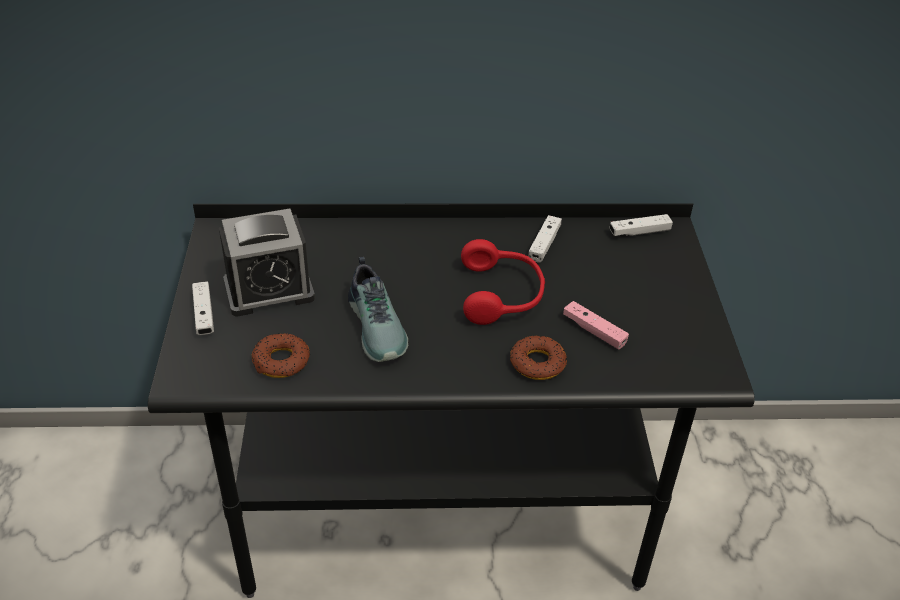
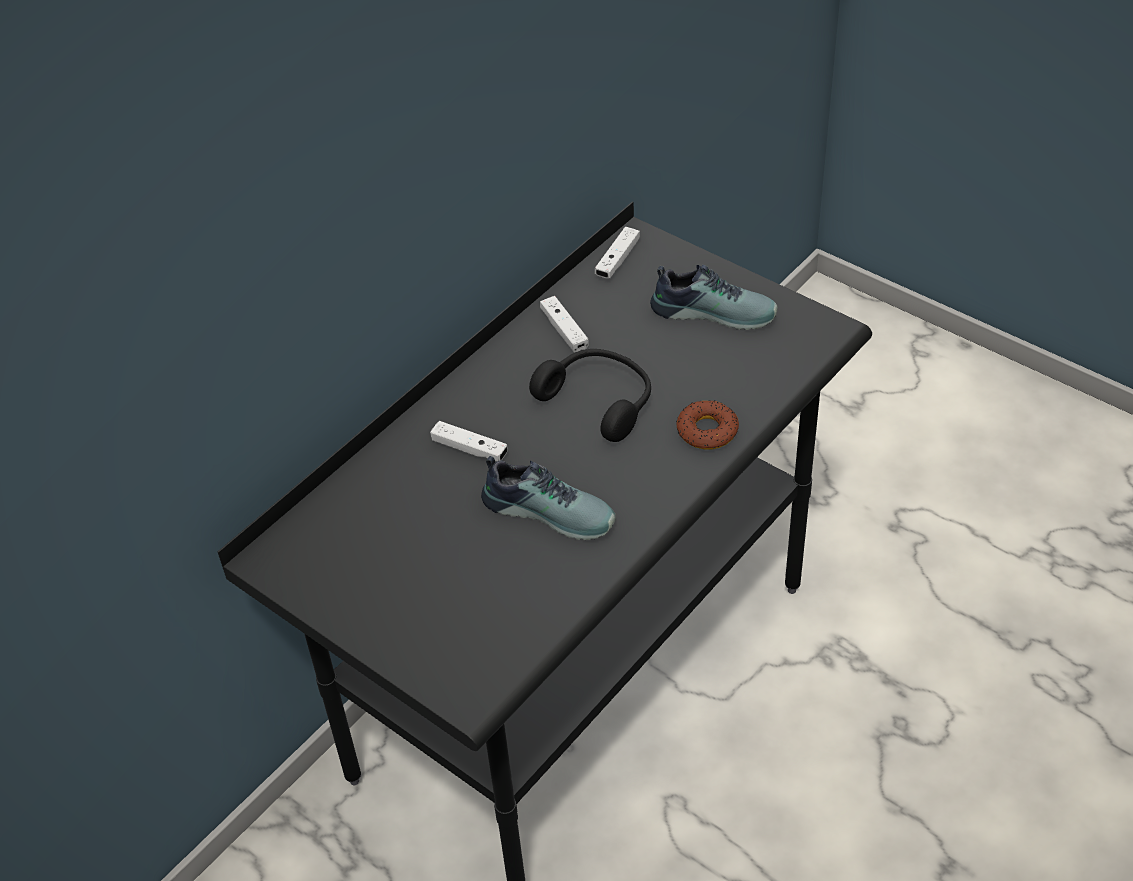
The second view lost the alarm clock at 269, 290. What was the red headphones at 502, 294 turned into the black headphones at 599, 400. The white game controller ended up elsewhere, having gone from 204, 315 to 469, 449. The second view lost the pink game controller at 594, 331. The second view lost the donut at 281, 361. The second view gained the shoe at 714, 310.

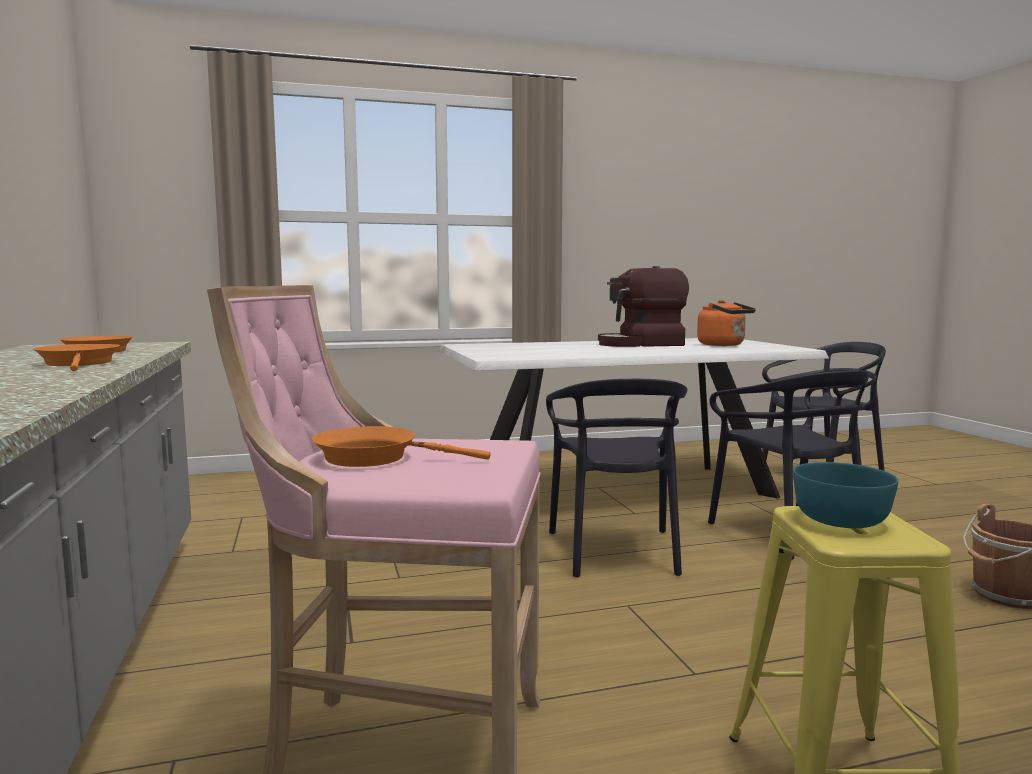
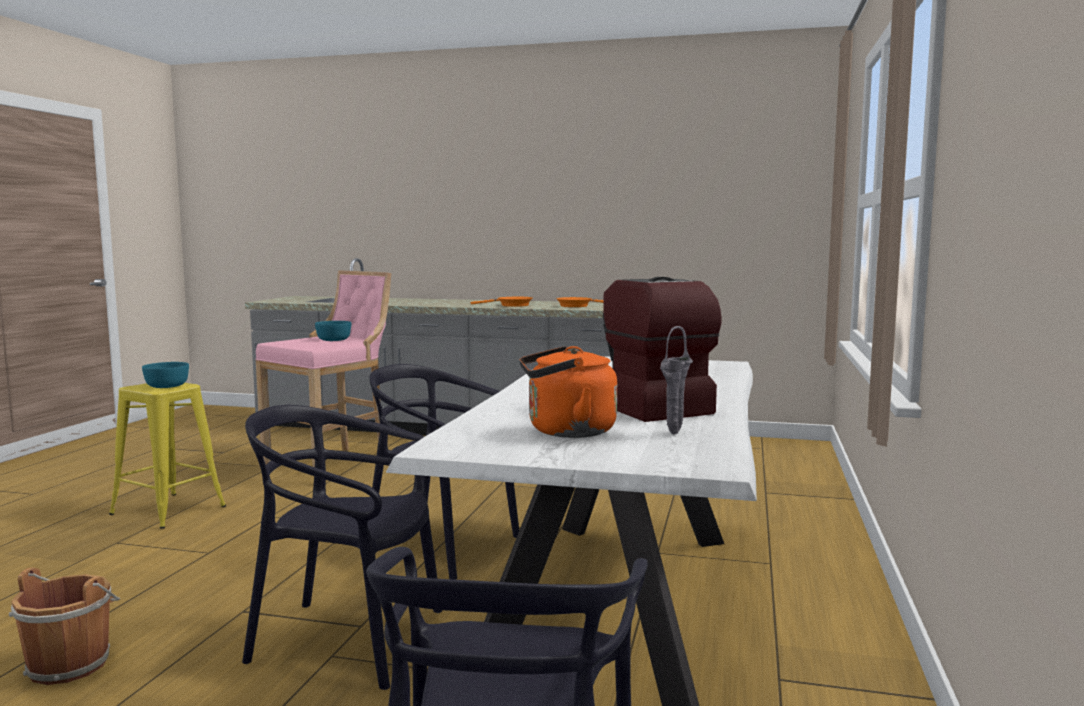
The coffee machine at 641, 344 ended up facing another way, 45 degrees counterclockwise from before. Where the orange frying pan stood at 375, 458, the turquoise bowl came to stand at 334, 339. The second view gained the grey vase at 673, 434.

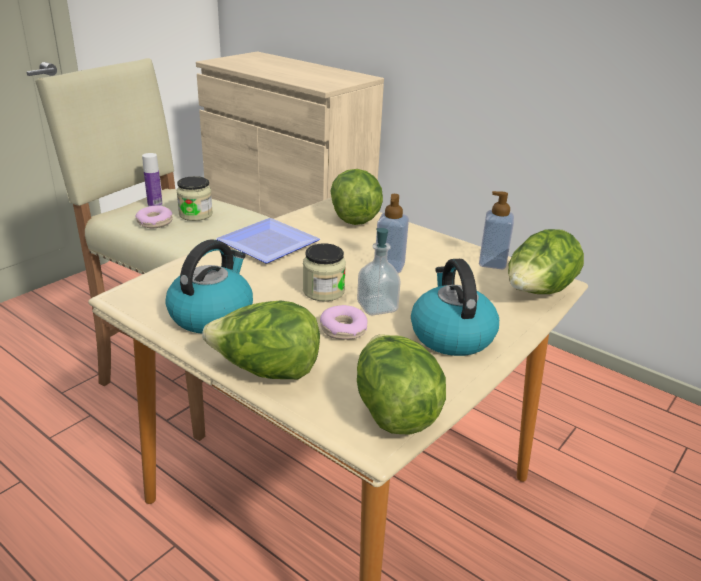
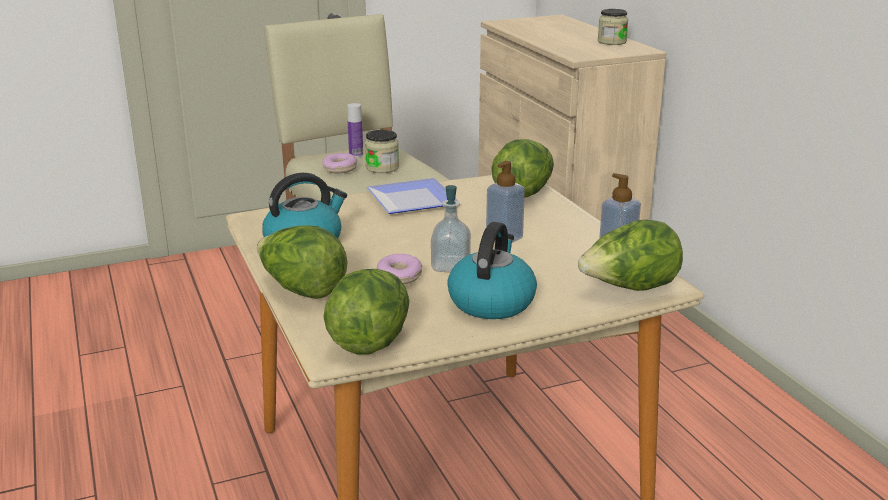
The jar ended up elsewhere, having gone from 323, 291 to 611, 42.

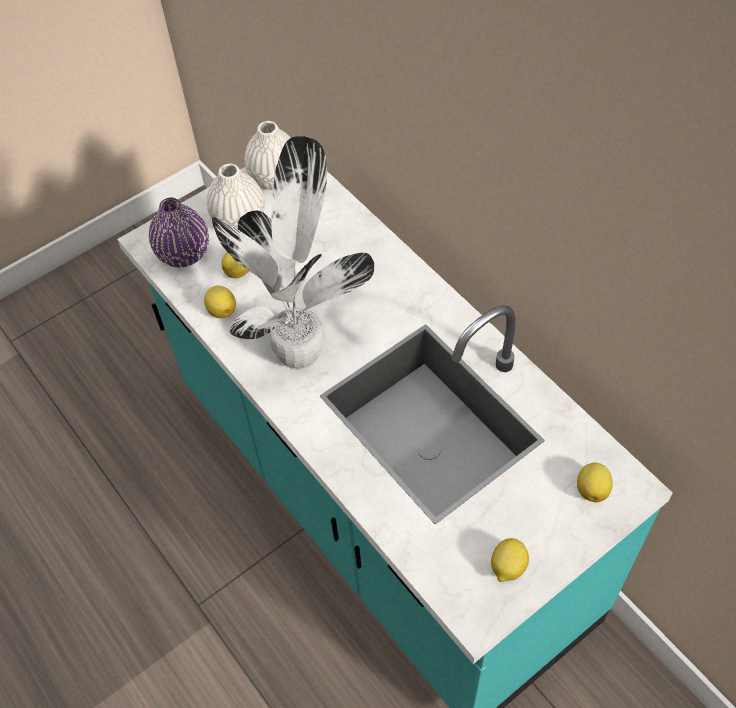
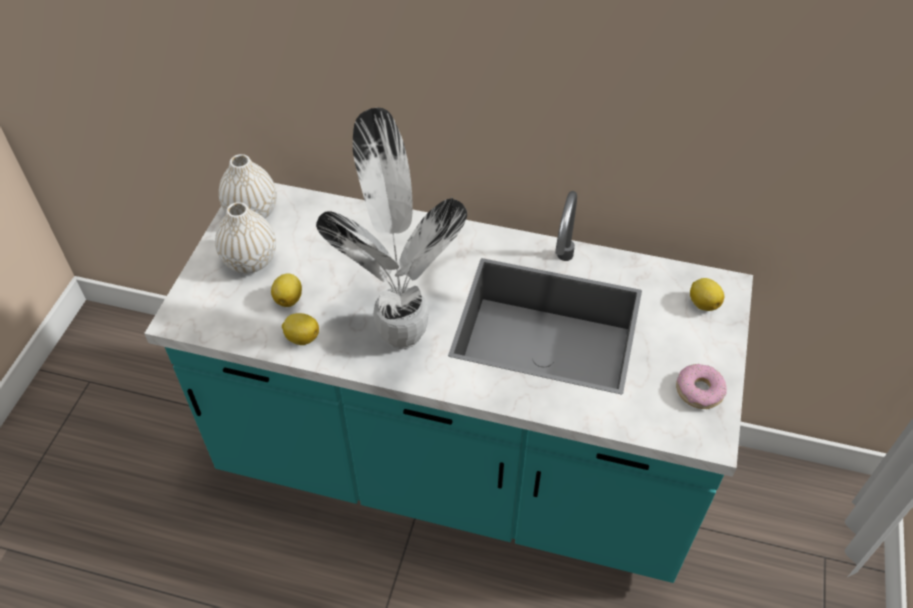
The second view lost the purple vase at 184, 254. Where the lemon stood at 507, 567, the donut came to stand at 699, 391.

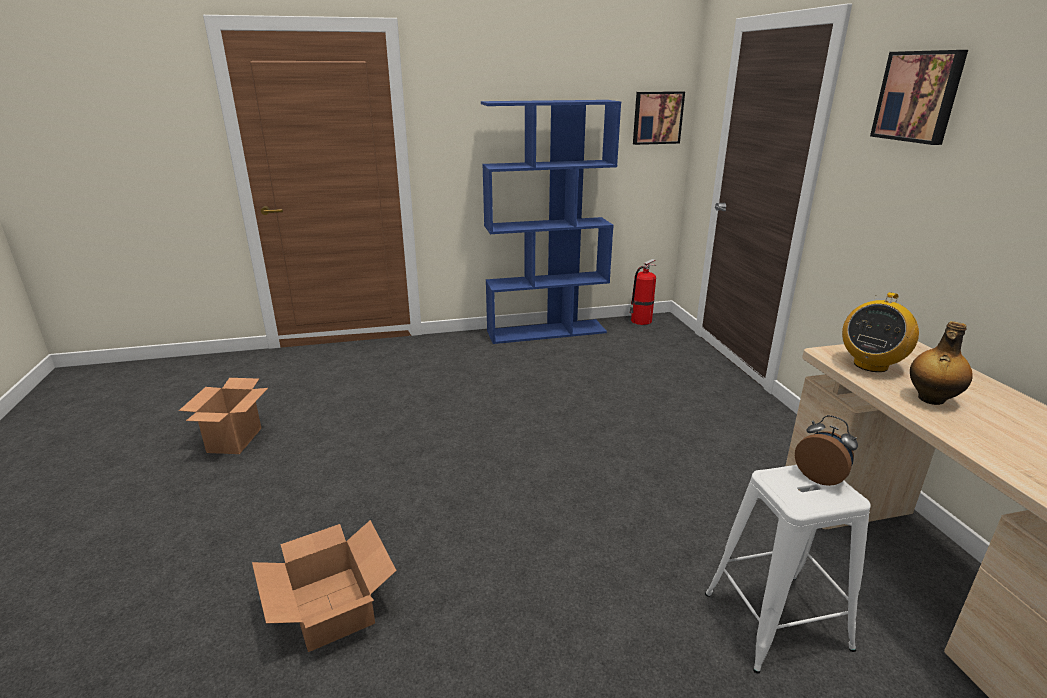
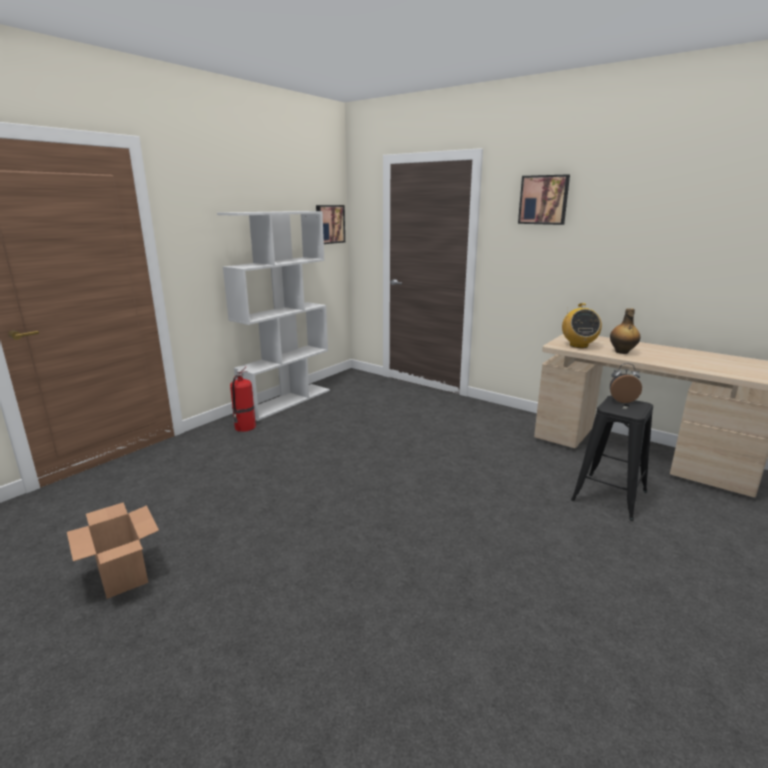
What was the blue bookcase at 547, 331 turned into the white bookcase at 286, 401. The fire extinguisher ended up elsewhere, having gone from 640, 321 to 244, 427. What was the white stool at 776, 621 turned into the black stool at 609, 496. The second view lost the cardboard box at 332, 606.

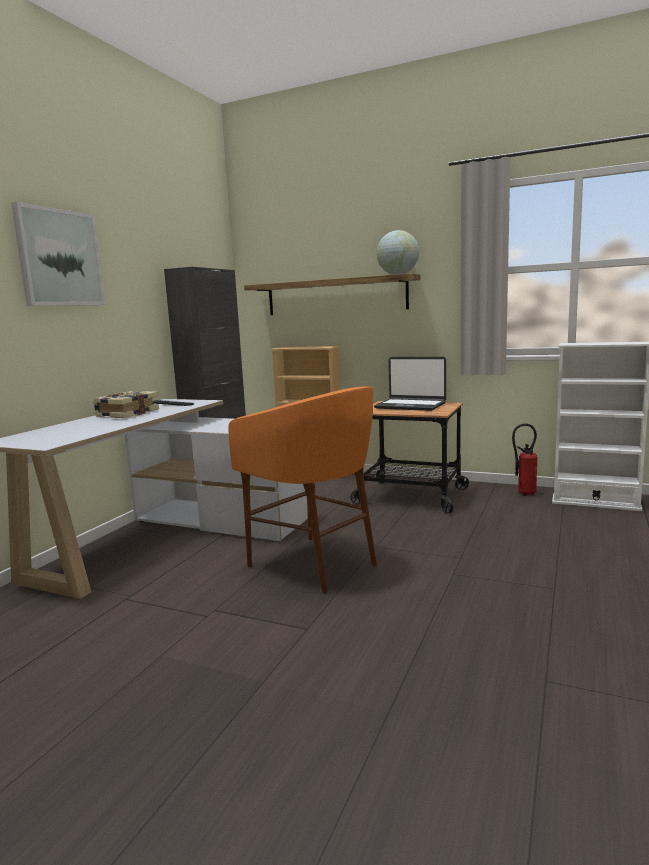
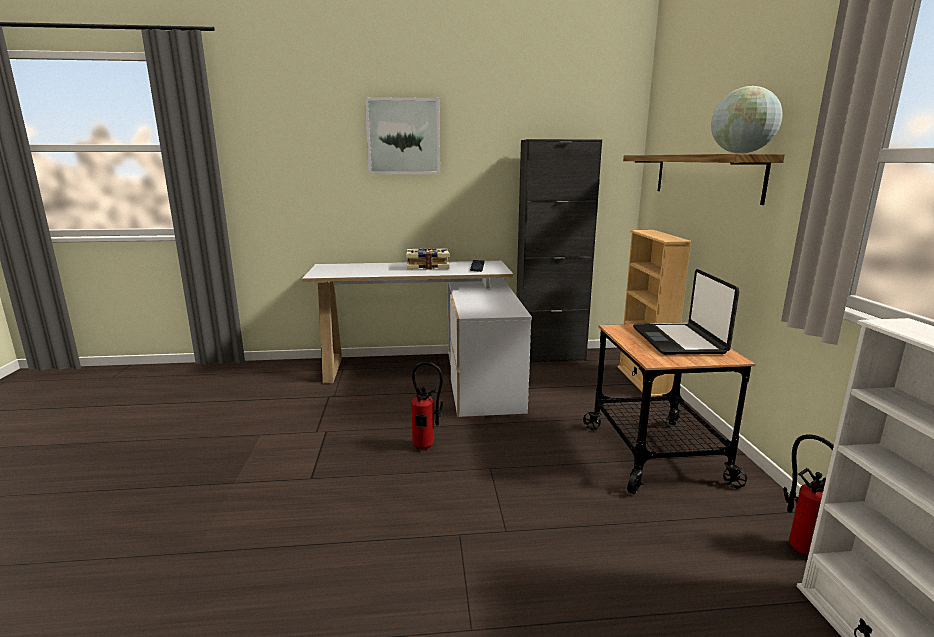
Where the orange stool stood at 314, 564, the fire extinguisher came to stand at 426, 447.

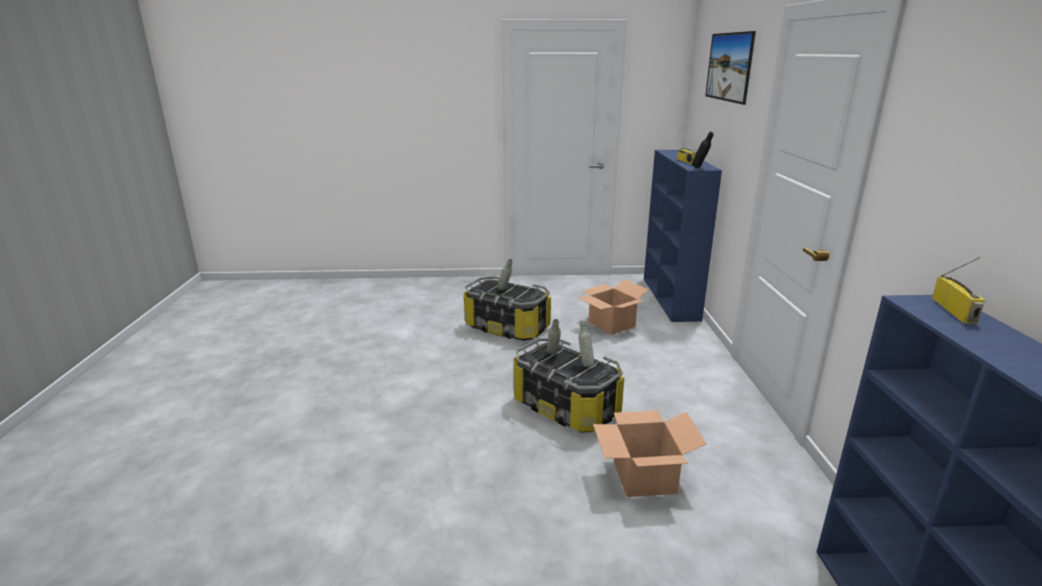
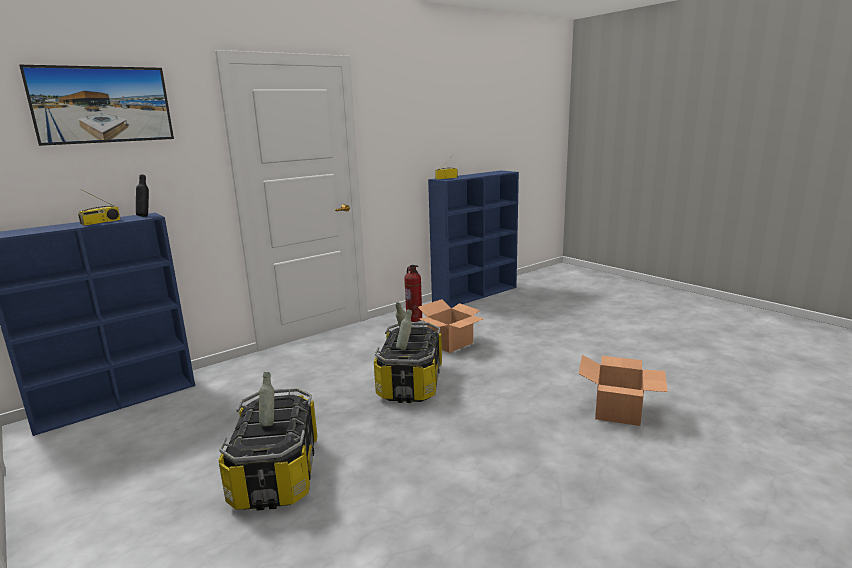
The cardboard box ended up elsewhere, having gone from 612, 324 to 617, 410. The second view gained the fire extinguisher at 414, 319.

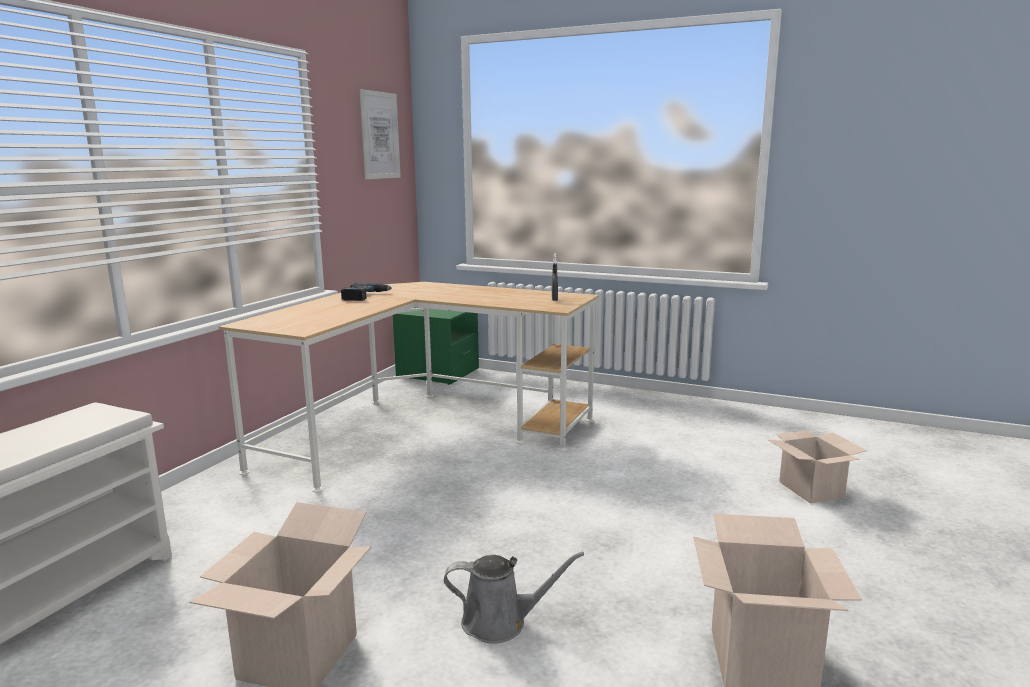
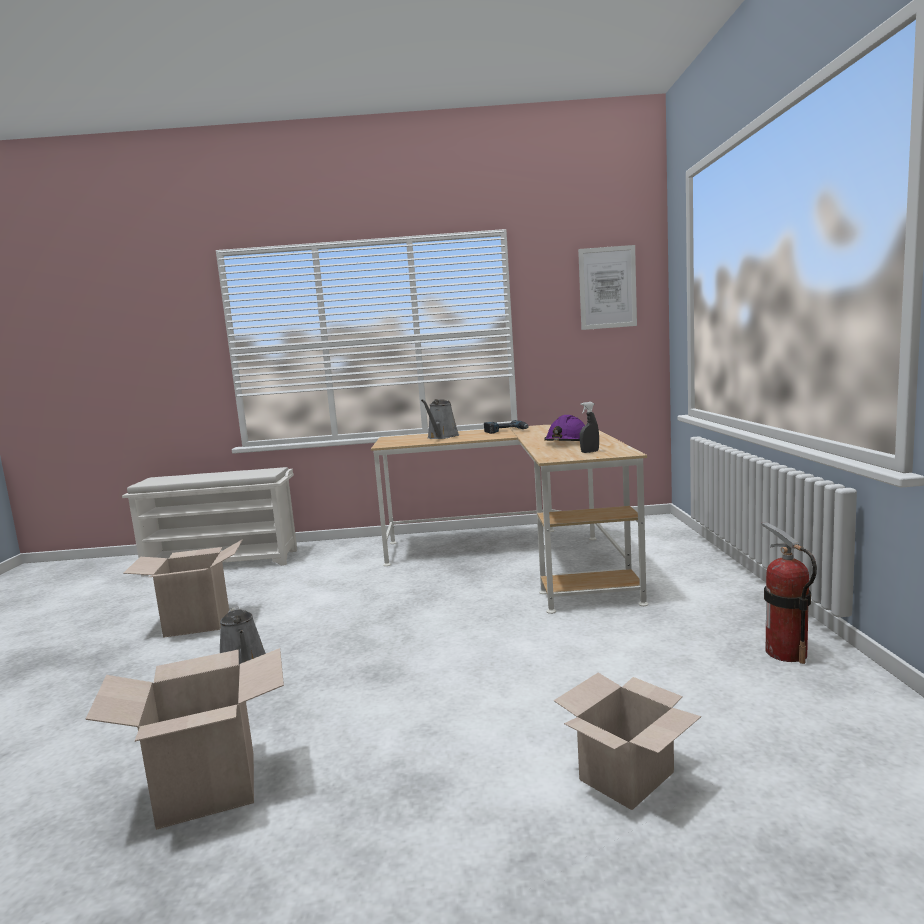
The second view lost the green nightstand at 437, 373. The second view gained the grey watering can at 441, 437. The second view gained the purple hard hat at 567, 442. The second view gained the fire extinguisher at 786, 653.

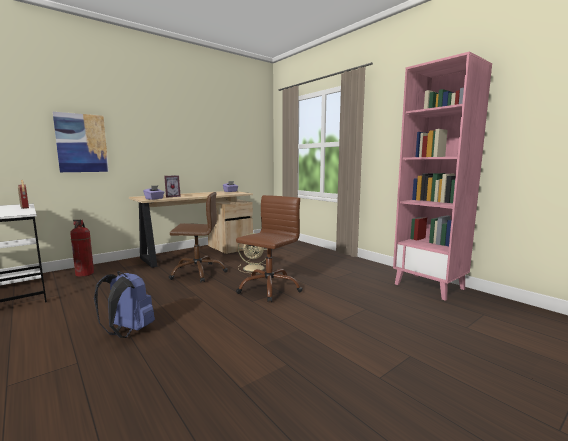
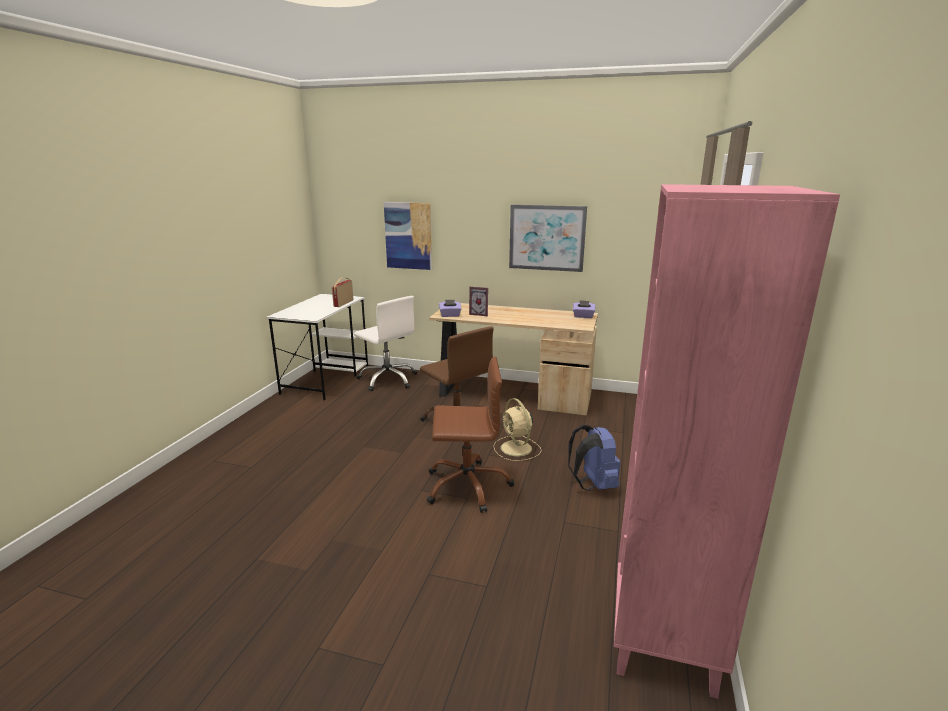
Where the fire extinguisher stood at 85, 274, the white office chair came to stand at 388, 379. The blue backpack ended up elsewhere, having gone from 128, 331 to 593, 485. The second view gained the picture at 547, 238.

